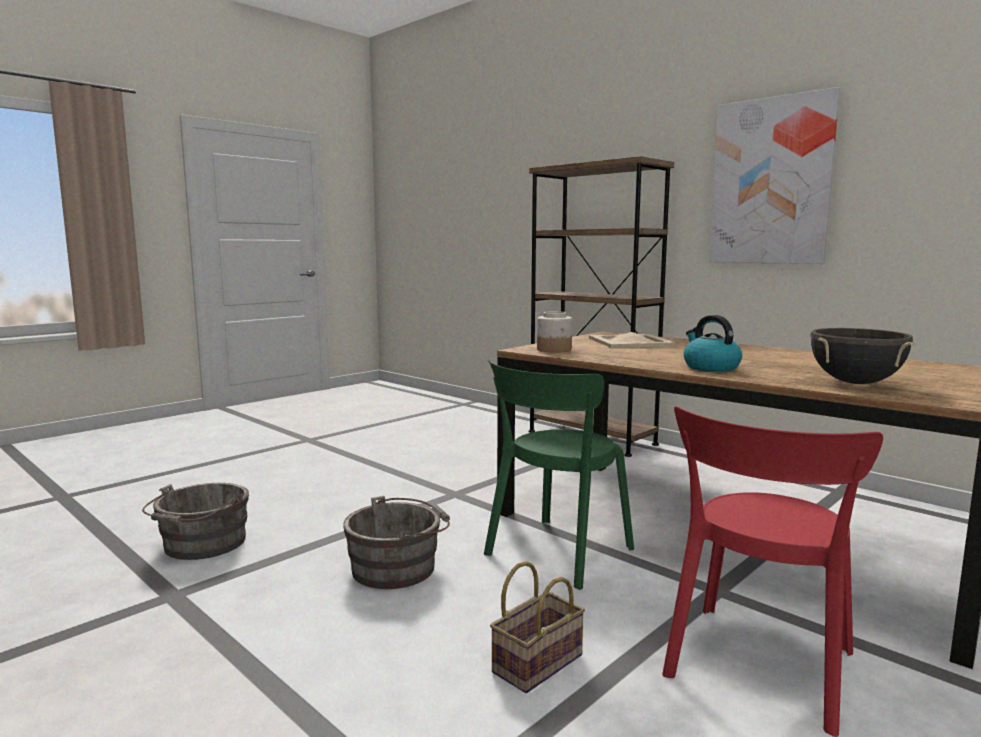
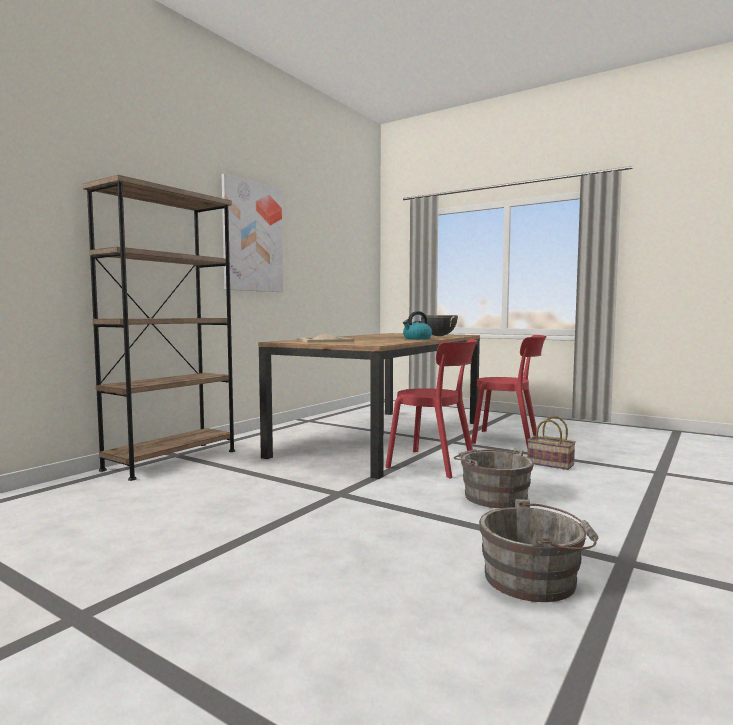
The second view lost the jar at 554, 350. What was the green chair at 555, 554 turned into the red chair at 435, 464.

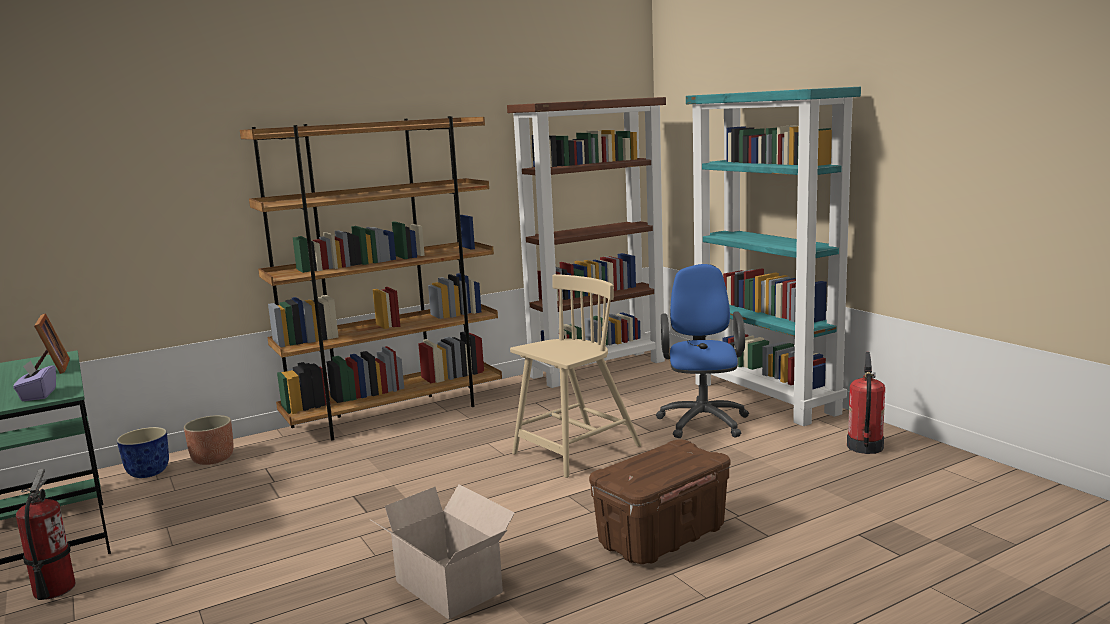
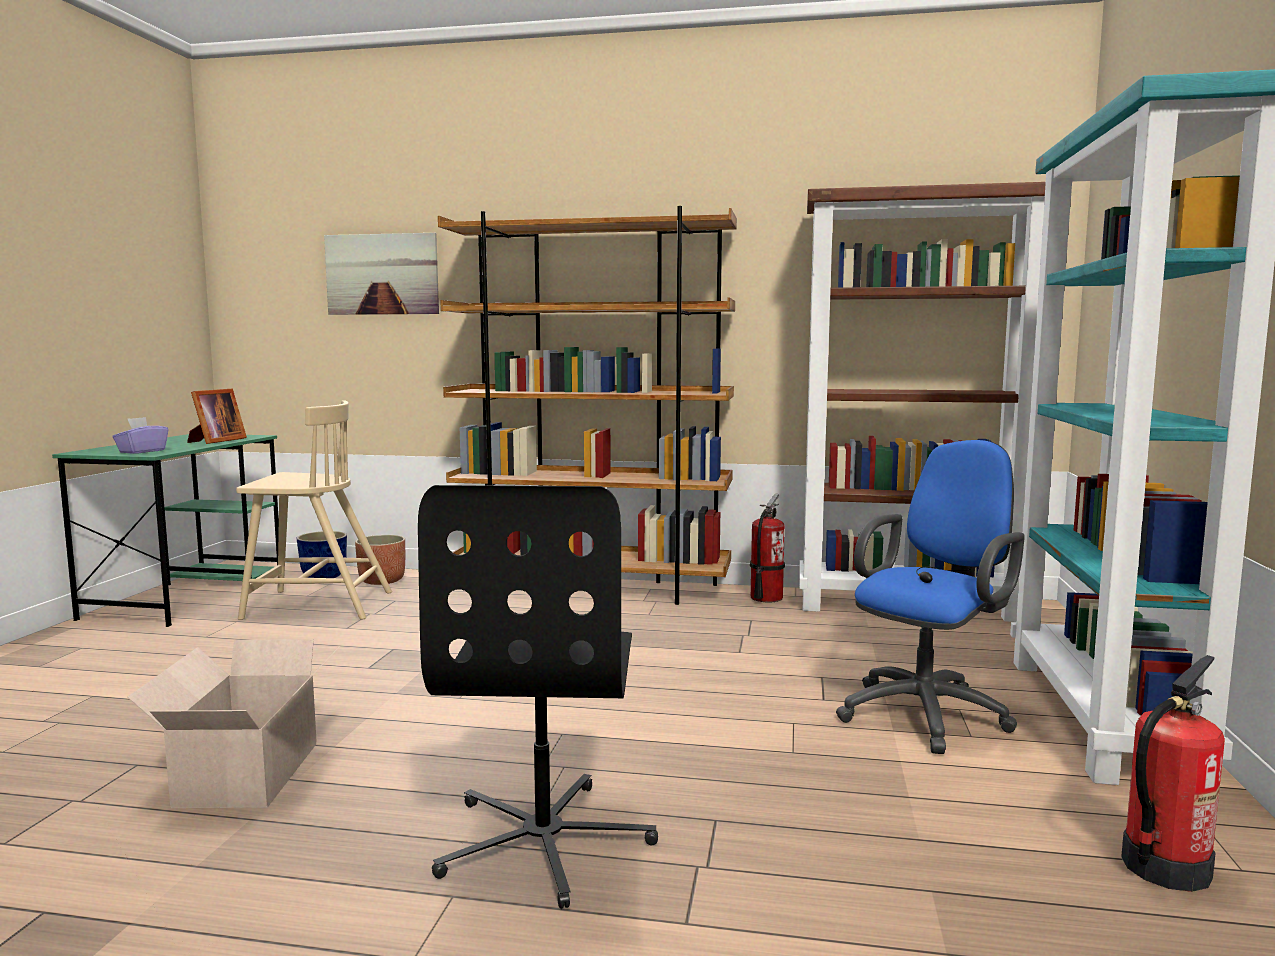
The beige chair ended up elsewhere, having gone from 575, 451 to 315, 605. Where the brown storage box stood at 662, 538, the black office chair came to stand at 545, 840. The fire extinguisher ended up elsewhere, having gone from 53, 590 to 765, 598. The second view gained the picture at 382, 274.

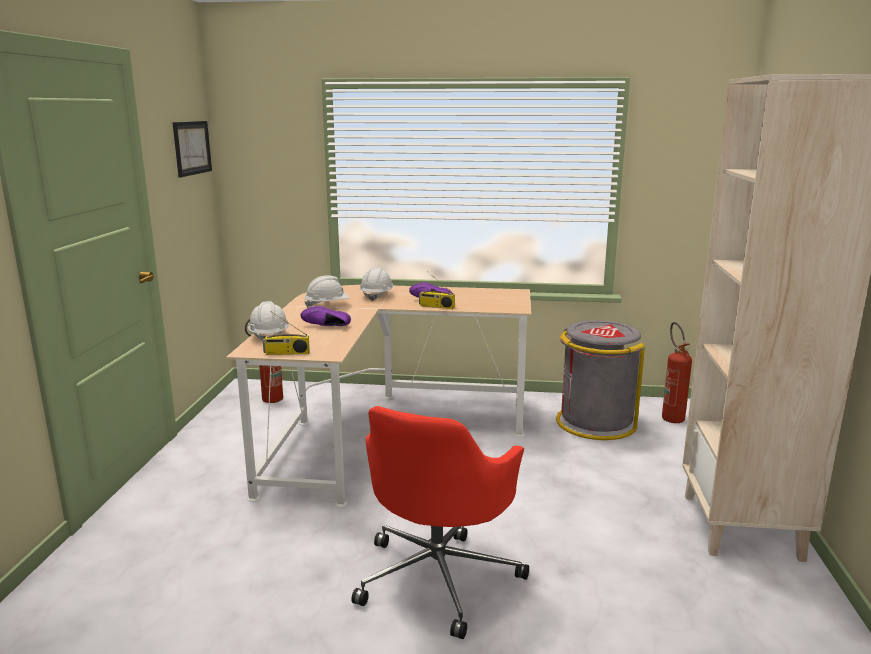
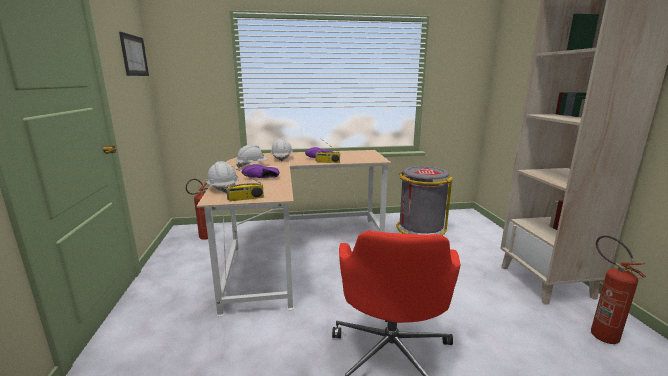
The fire extinguisher ended up elsewhere, having gone from 670, 416 to 598, 332.

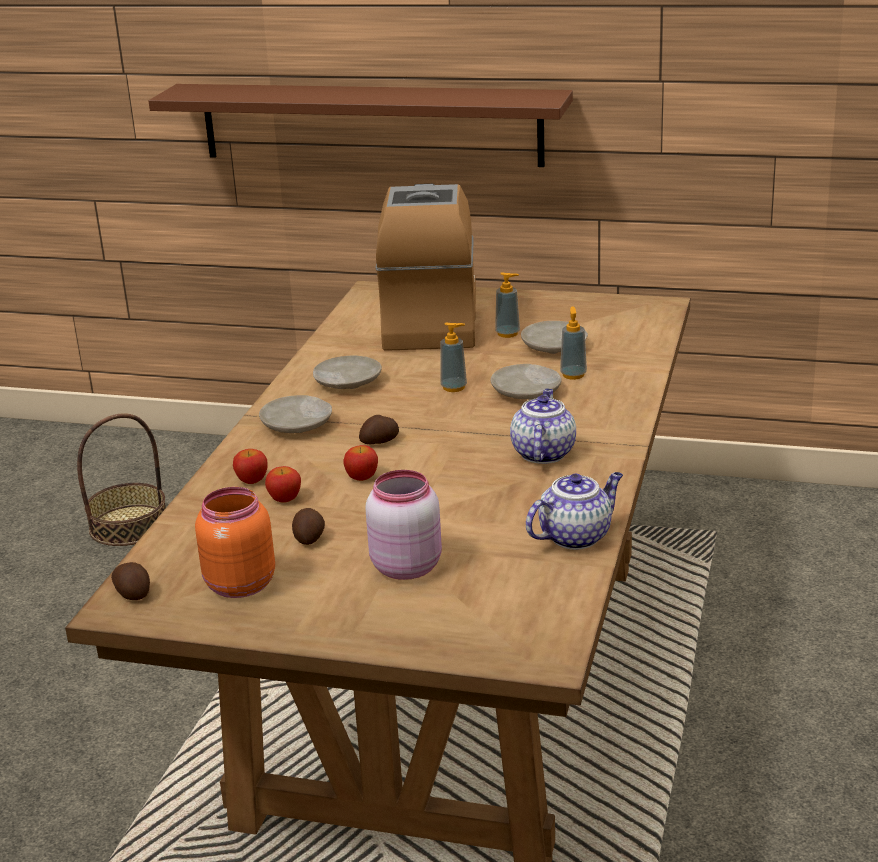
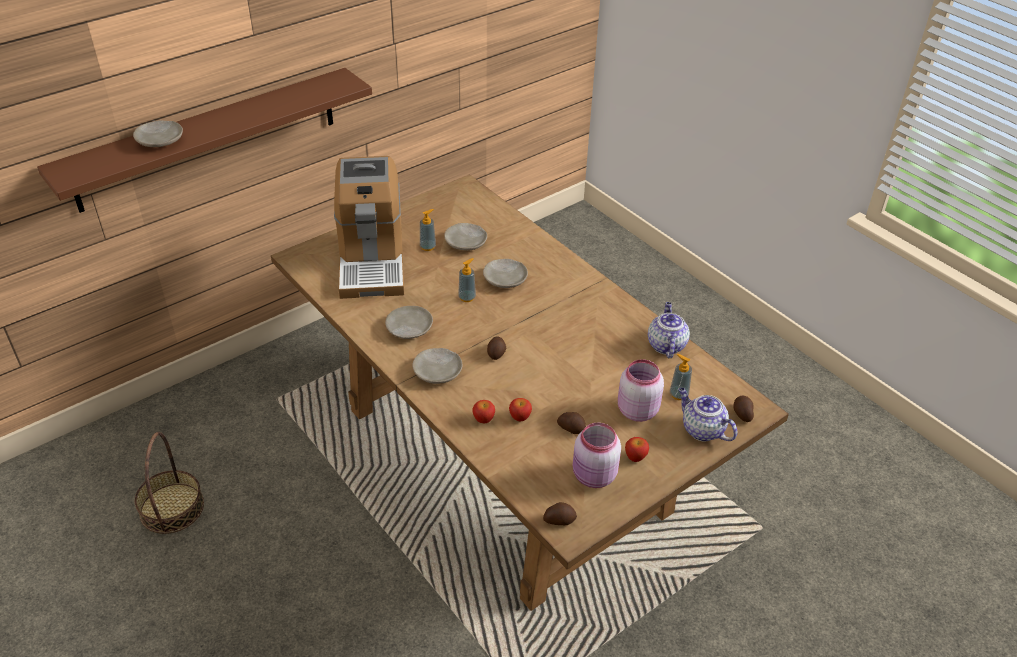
The coffee machine at 431, 321 ended up facing another way, 135 degrees counterclockwise from before. The soap dispenser ended up elsewhere, having gone from 573, 375 to 678, 394. The teapot ended up elsewhere, having gone from 542, 453 to 701, 430. The apple ended up elsewhere, having gone from 362, 477 to 635, 456. What was the orange jar at 238, 585 turned into the pink jar at 593, 476. The second view gained the beige plate at 160, 140. The second view gained the potato at 742, 414.

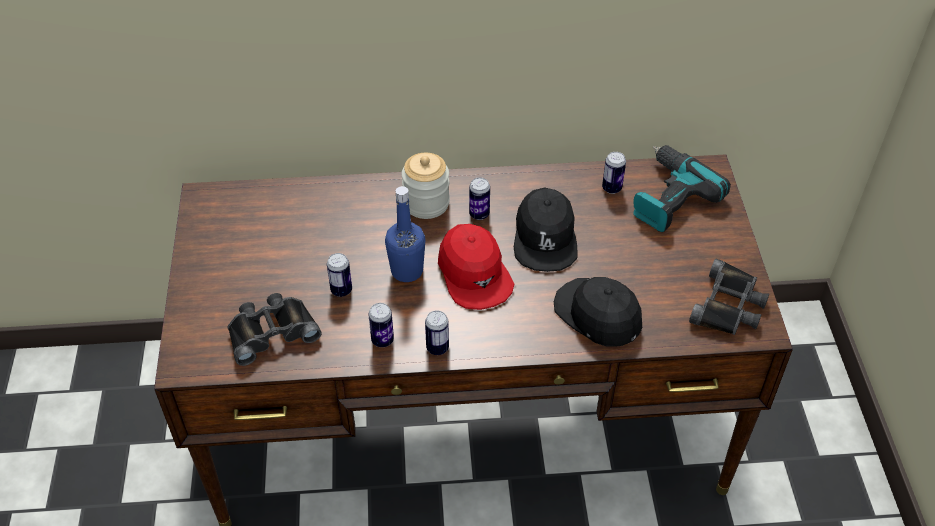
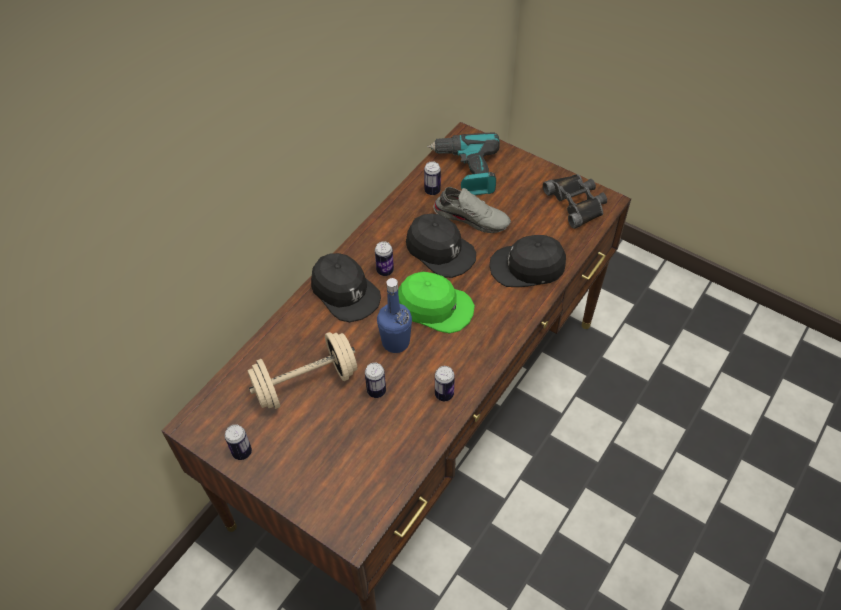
Where the jar stood at 426, 203, the black cap came to stand at 345, 292. What was the red cap at 474, 274 turned into the green cap at 434, 307. The second view lost the black binoculars at 271, 331. The can ended up elsewhere, having gone from 437, 348 to 242, 452. The second view gained the grey shoe at 472, 217. The second view gained the beige dumbbell at 306, 383.

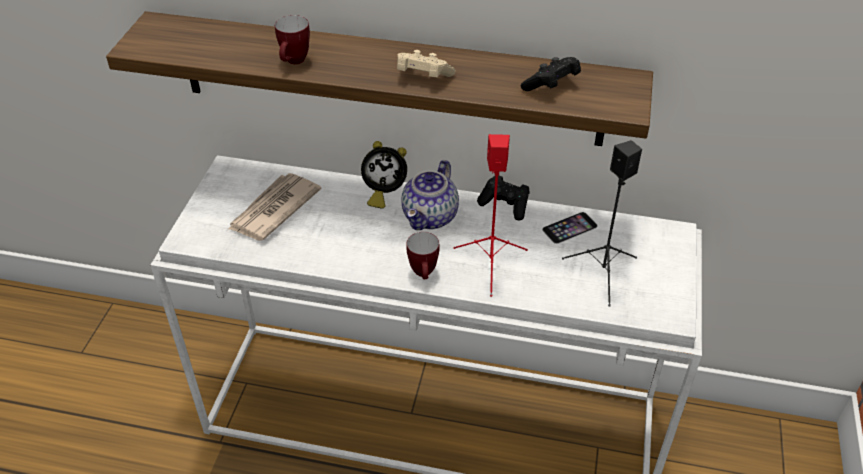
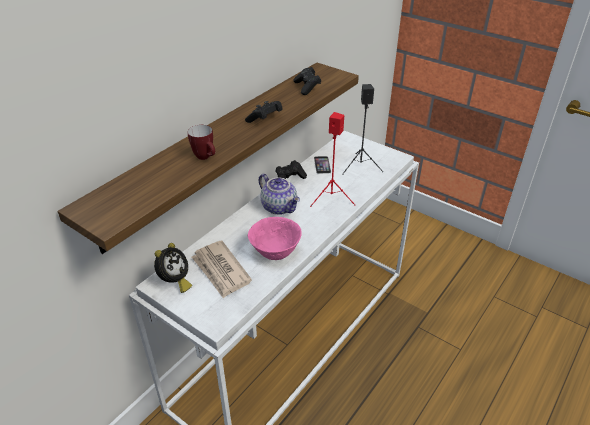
What was the beige game controller at 422, 77 turned into the black game controller at 265, 119. The alarm clock ended up elsewhere, having gone from 383, 193 to 175, 282. The second view lost the mug at 424, 274. The second view gained the pink bowl at 275, 253.

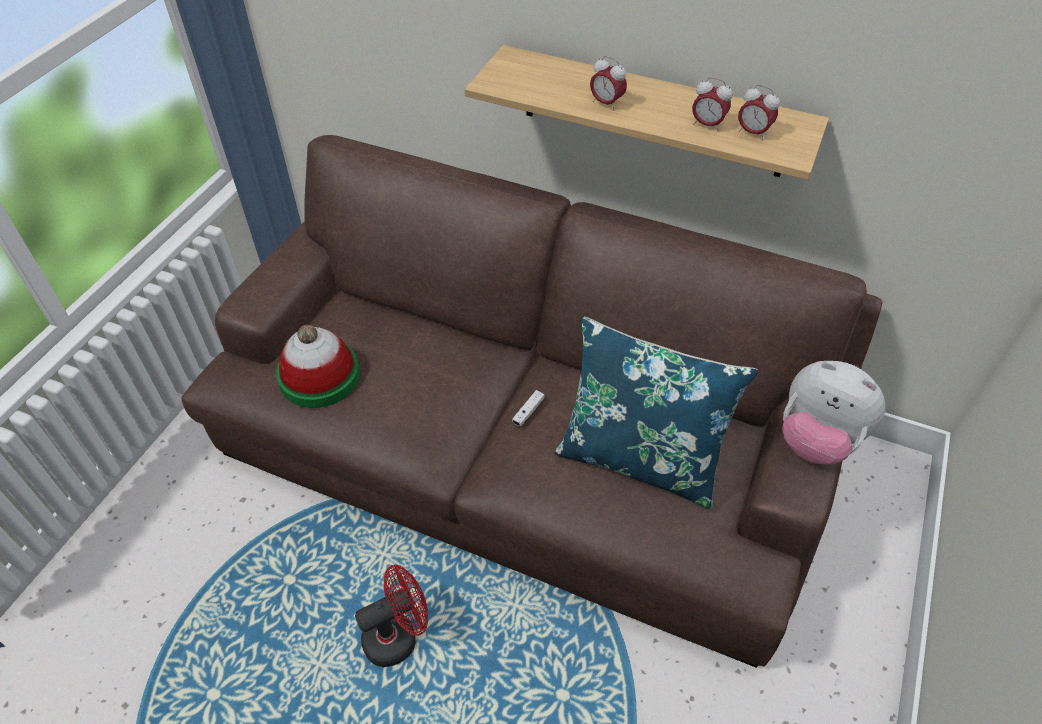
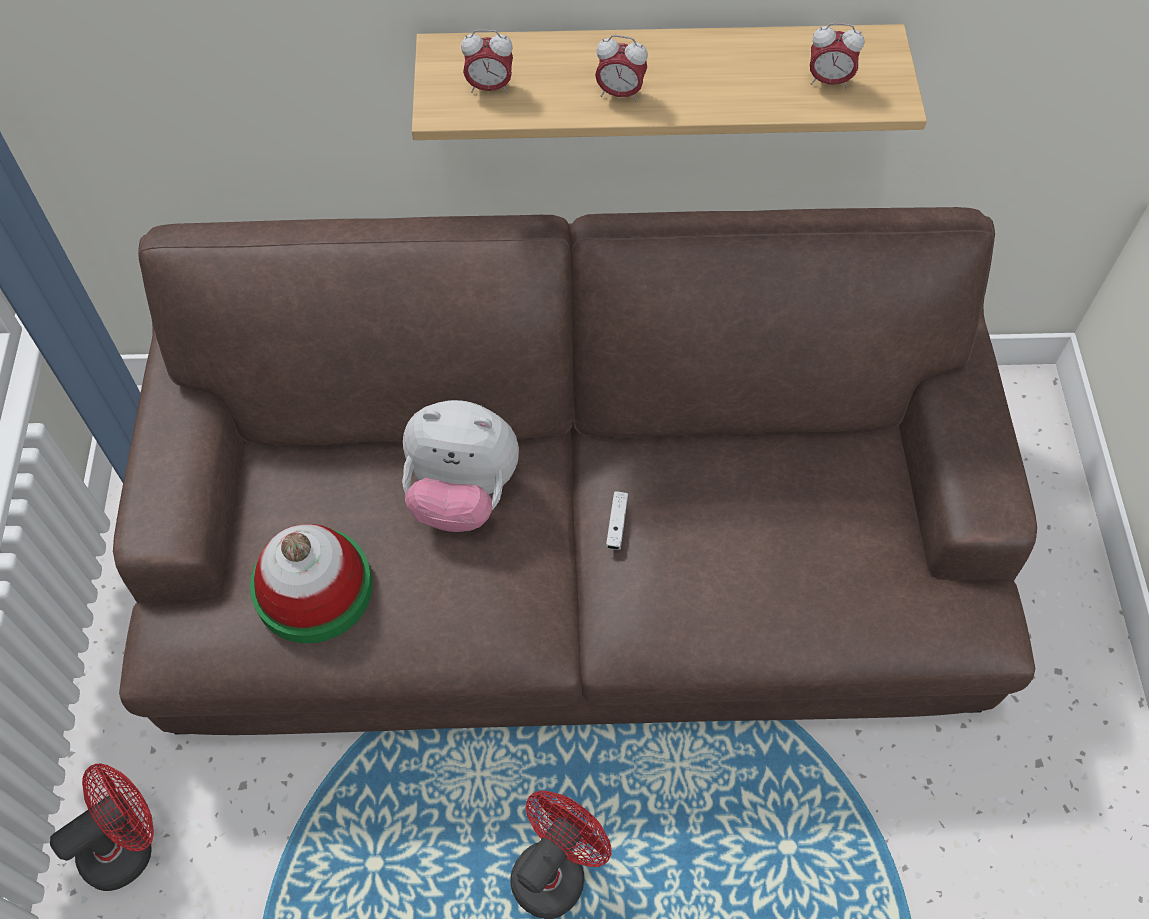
The alarm clock ended up elsewhere, having gone from 707, 125 to 489, 87. The second view lost the blue pillow at 640, 459. The plush toy ended up elsewhere, having gone from 817, 440 to 462, 493. The second view gained the red fan at 127, 844.

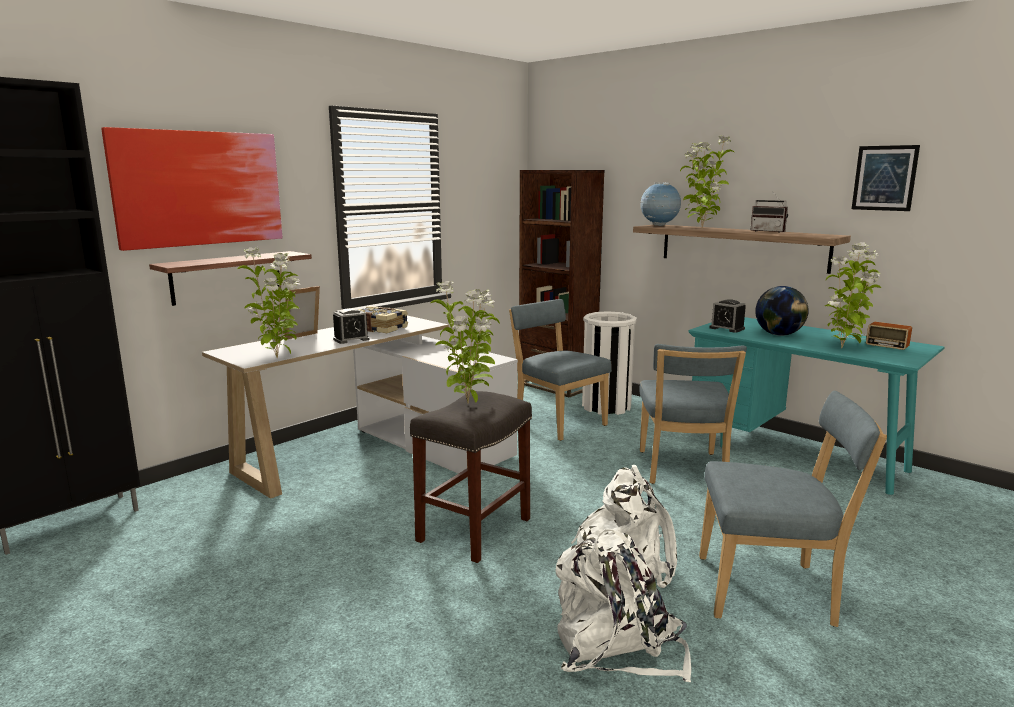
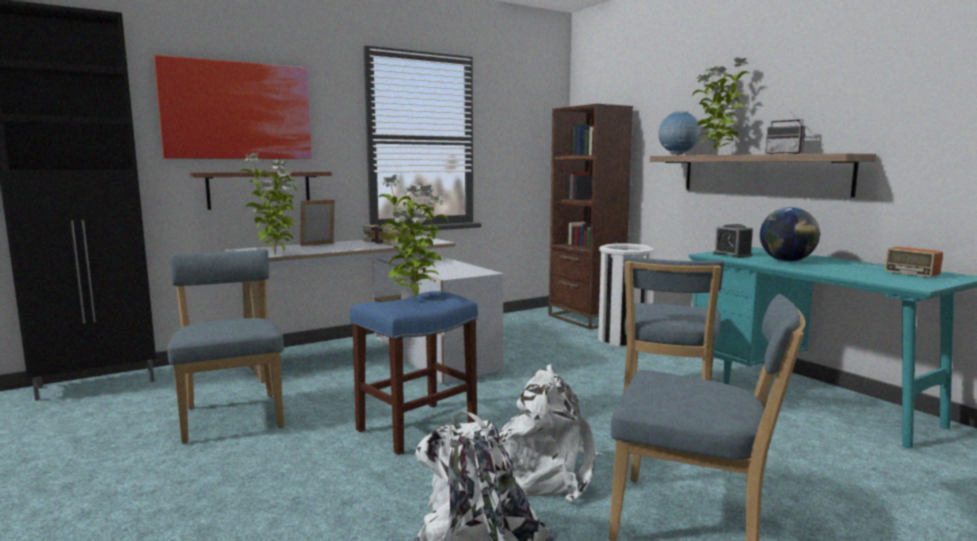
The second view lost the picture at 884, 178. The second view lost the potted plant at 843, 348. The blue chair ended up elsewhere, having gone from 557, 422 to 233, 415. The second view lost the alarm clock at 351, 339. What was the grey stool at 474, 531 turned into the blue stool at 416, 428.

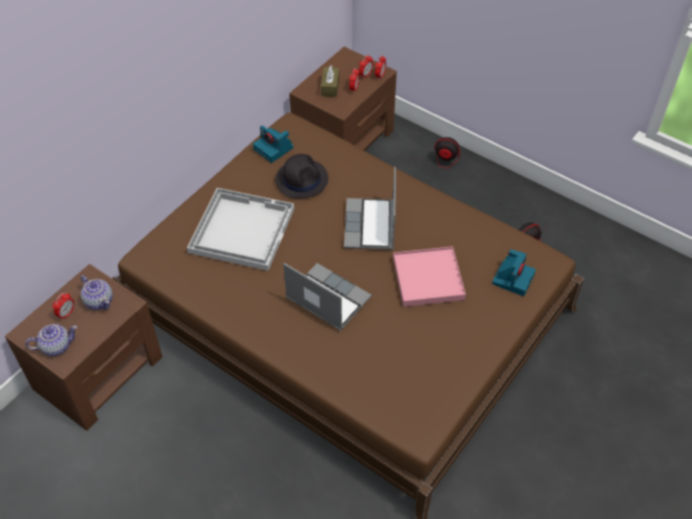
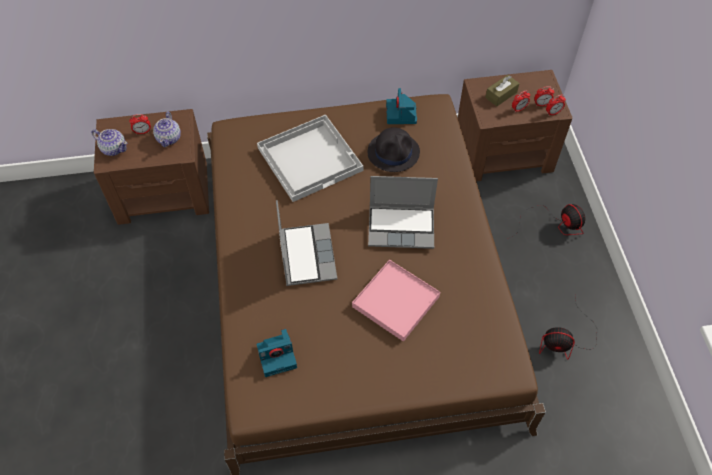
The laptop at 371, 226 ended up facing another way, 135 degrees counterclockwise from before. The photo camera ended up elsewhere, having gone from 513, 278 to 277, 356.

